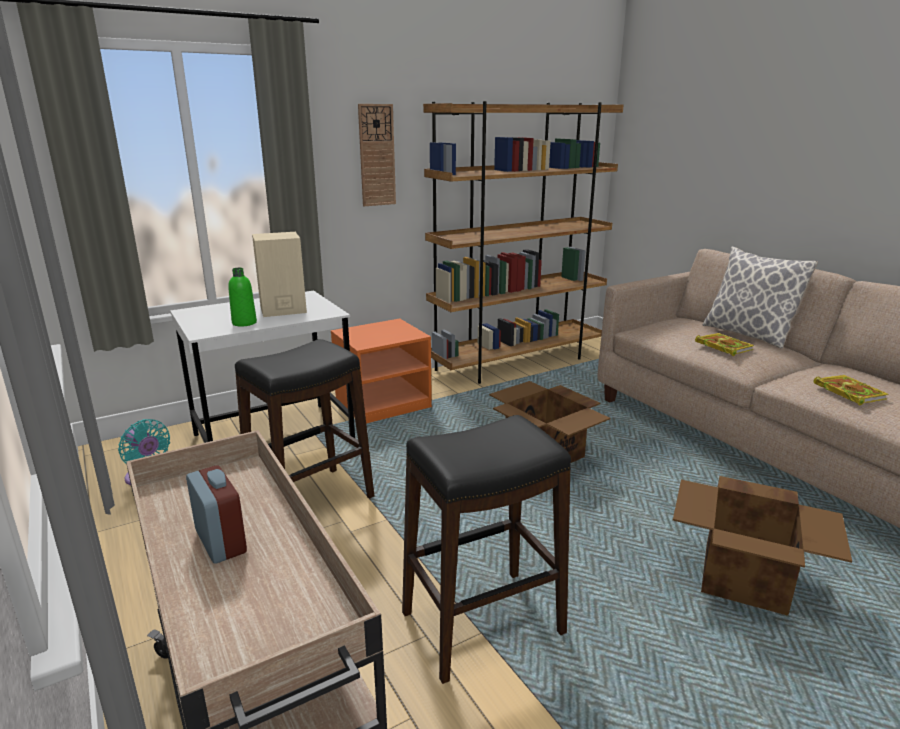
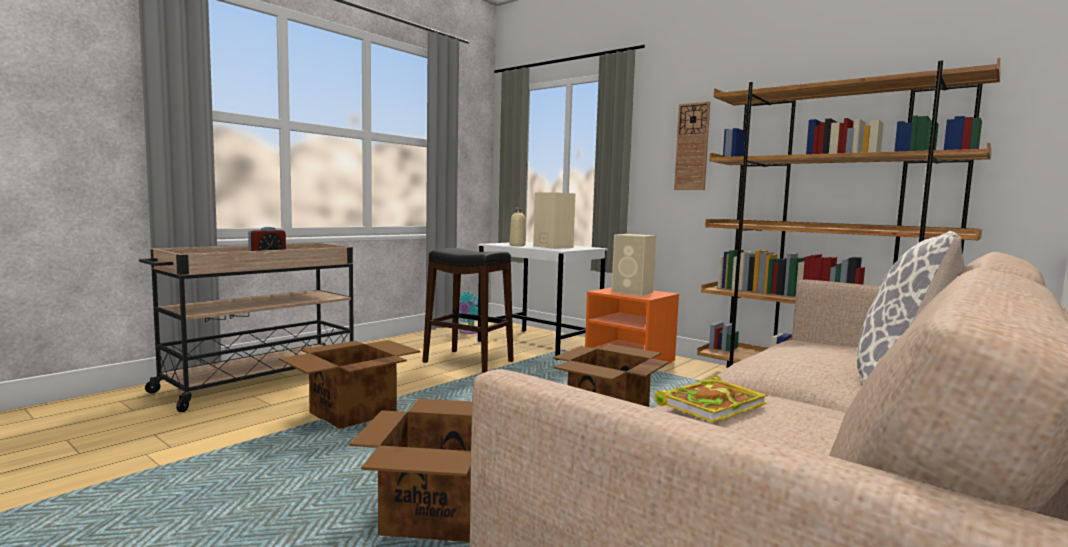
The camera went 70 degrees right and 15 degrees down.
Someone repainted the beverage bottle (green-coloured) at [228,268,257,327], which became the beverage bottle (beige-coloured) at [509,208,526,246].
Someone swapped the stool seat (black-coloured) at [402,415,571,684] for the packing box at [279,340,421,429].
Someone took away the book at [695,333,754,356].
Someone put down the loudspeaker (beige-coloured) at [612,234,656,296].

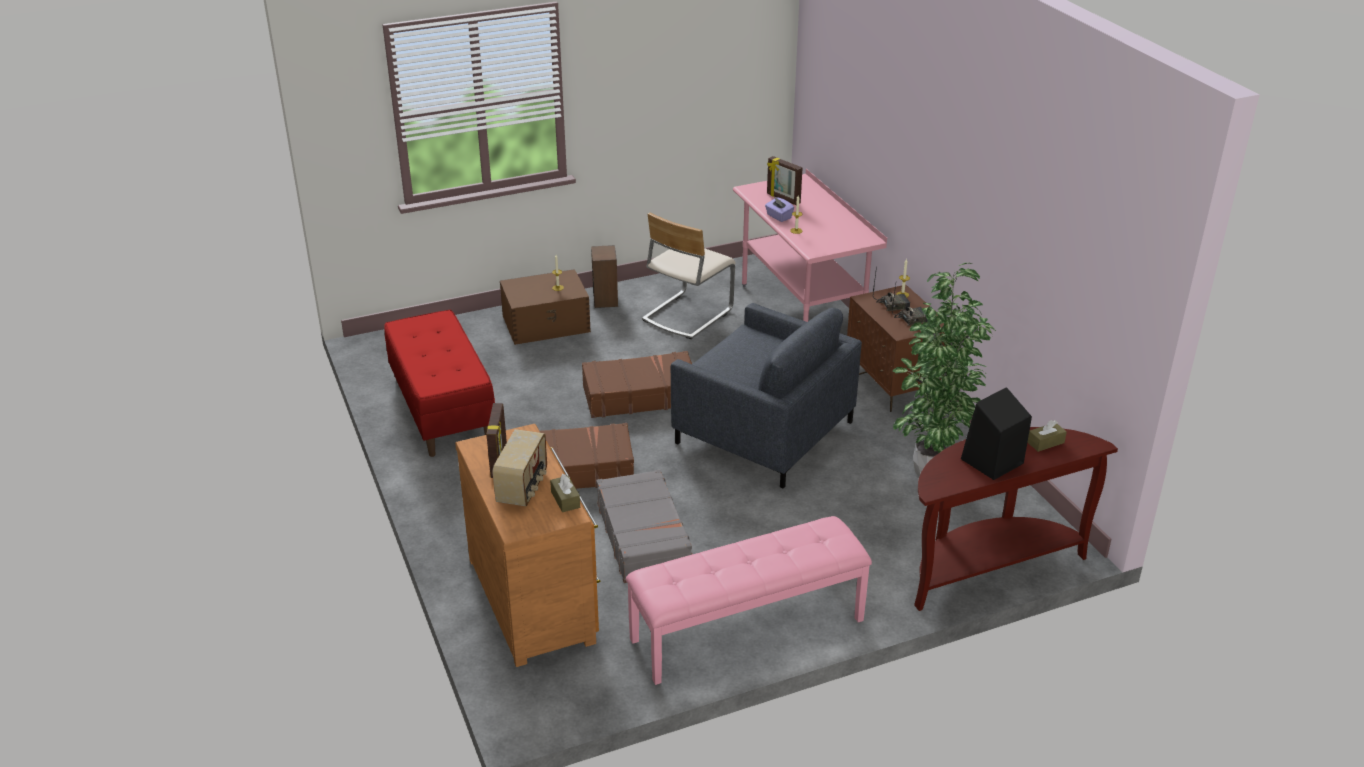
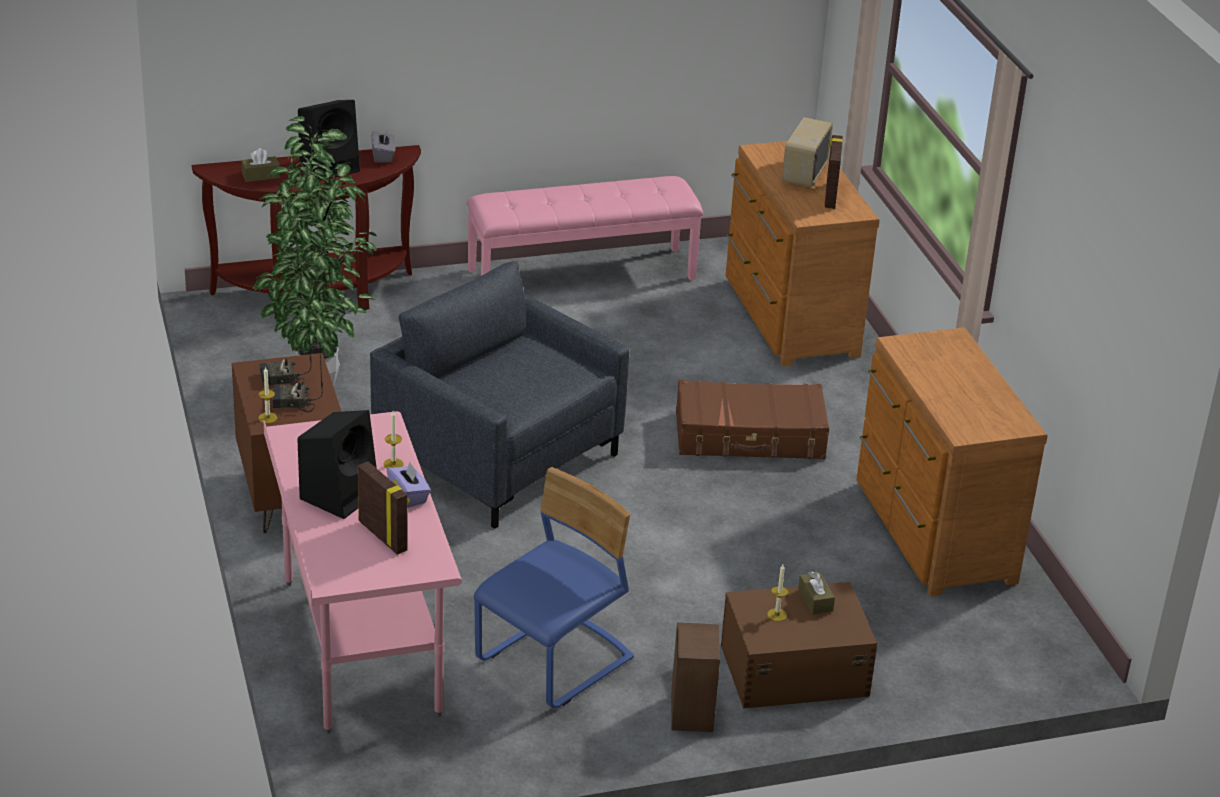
The camera went 175 degrees left and 0 degrees up.
Someone swapped the indoor bench (reddish) at [384,310,495,457] for the chest of drawers (brown-coloured) at [856,327,1048,597].
Someone carried the tissue box (brown-coloured) from [550,474,580,512] to [798,571,835,615].
Someone took away the suitcase (brown-coloured) at [582,351,692,418].
Someone took away the suitcase (greyish) at [596,470,693,583].
Someone repainted the upright chair (beige-coloured) at [642,213,736,339], which became the upright chair (bluish) at [474,467,634,709].
Someone put down the loudspeaker (black-coloured) at [297,410,377,519].
Someone put down the tissue box (greyish) at [372,128,396,163].

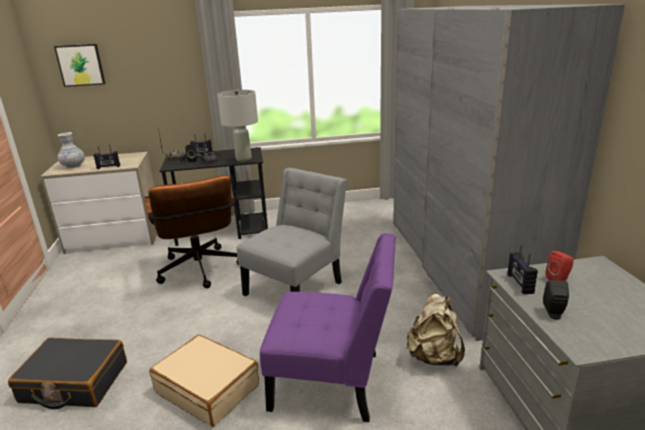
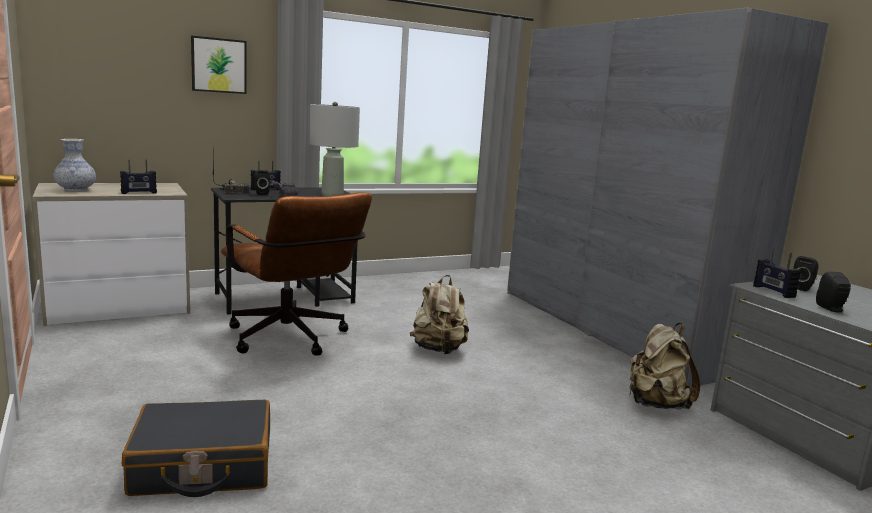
The camera went 20 degrees left and 10 degrees down.
Someone carried the wall art from [54,44,105,87] to [191,36,247,94].
Someone took away the suitcase (beige-coloured) at [149,335,259,427].
Someone swapped the upright chair (greyish) at [237,168,347,296] for the knapsack (beige-coloured) at [410,275,469,354].
Someone took away the upright chair (purple-coloured) at [260,233,396,422].
Someone repainted the loudspeaker (reddish) at [546,251,574,281], which became the loudspeaker (black-coloured) at [793,256,819,291].

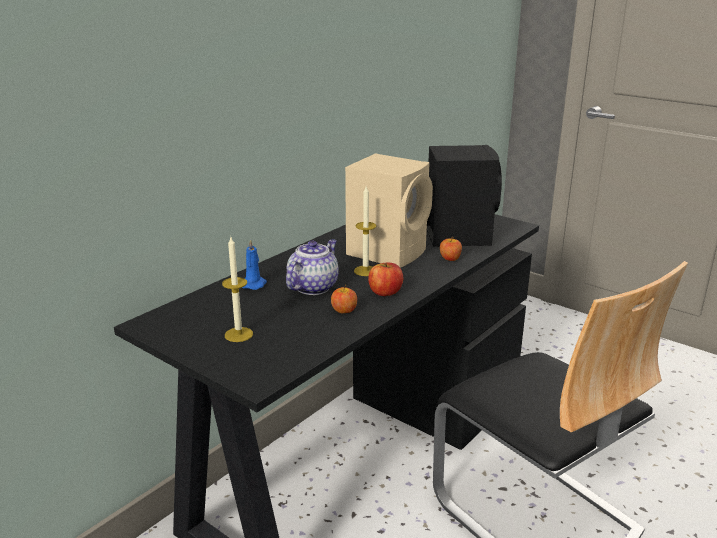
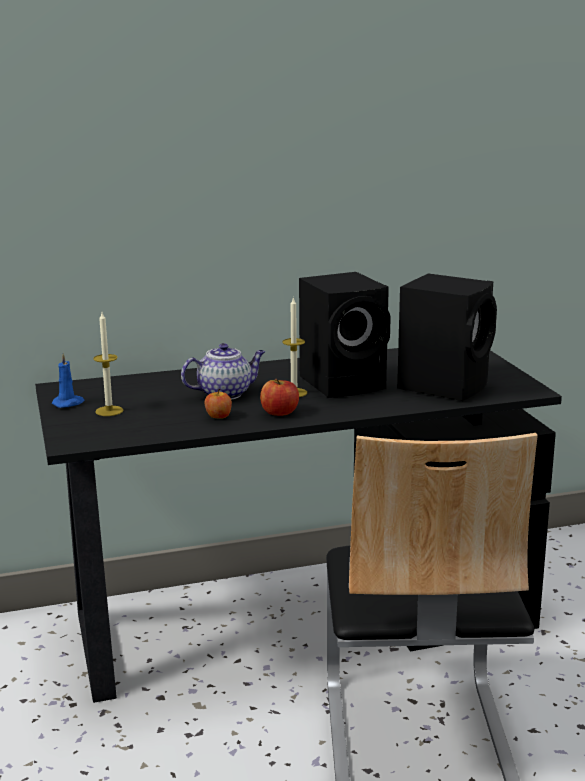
The camera went 35 degrees right and 5 degrees down.
Someone carried the candle (bluish) from [242,239,267,290] to [52,353,85,408].
Someone repainted the loudspeaker (beige-coloured) at [345,154,433,268], which became the loudspeaker (black-coloured) at [299,272,391,398].
Someone took away the apple at [440,237,462,261].

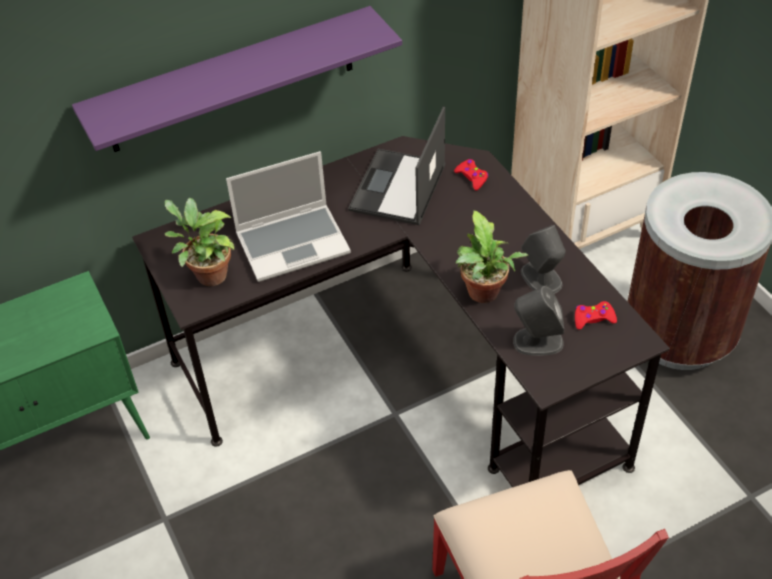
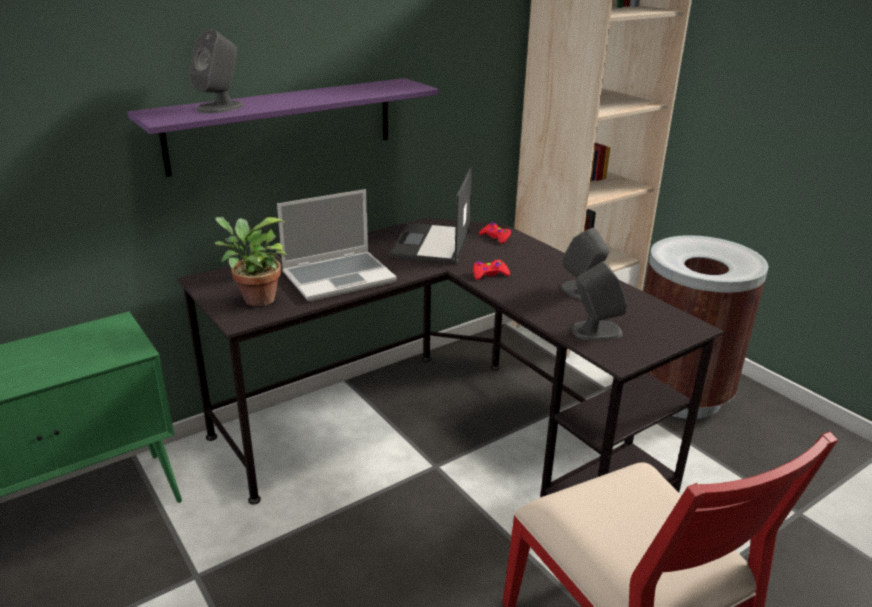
The camera went 10 degrees left and 20 degrees down.
Someone took away the potted plant at [455,210,528,303].
Someone carried the game controller (reddish) from [575,301,617,330] to [473,260,510,280].
Someone put down the loudspeaker (greyish) at [189,29,244,114].

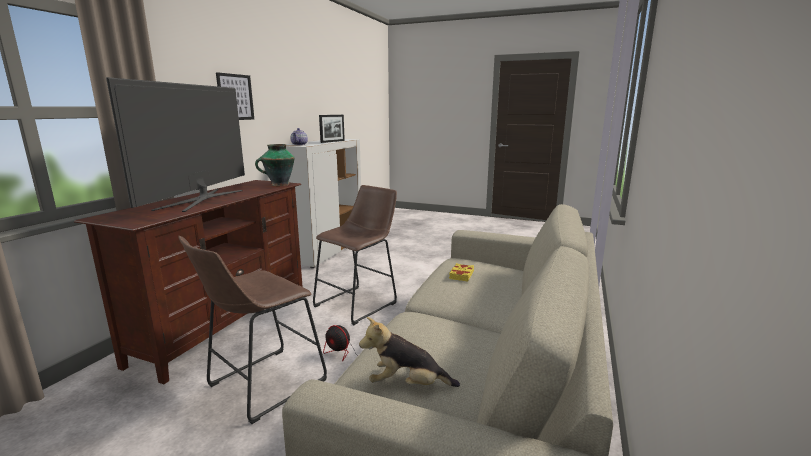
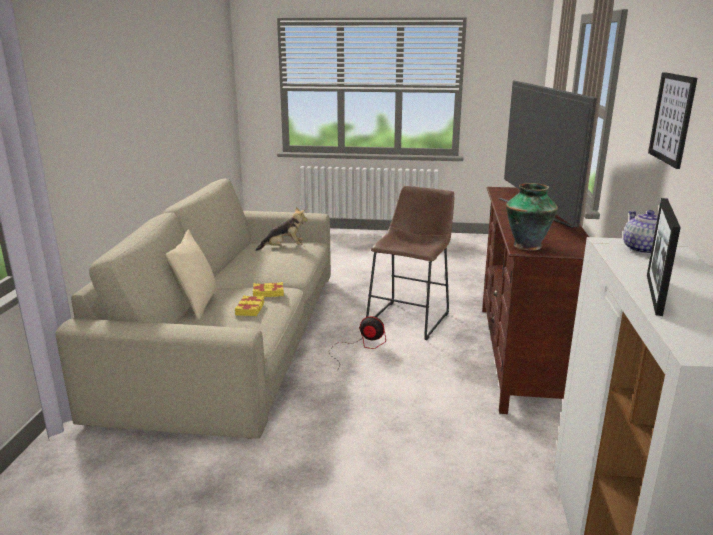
The camera went 165 degrees right and 5 degrees up.
Someone took away the stool seat (brown-coloured) at [313,185,397,325].
Someone put down the pillow (beige-coloured) at [166,229,217,320].
Someone put down the book (yellow) at [253,282,284,297].

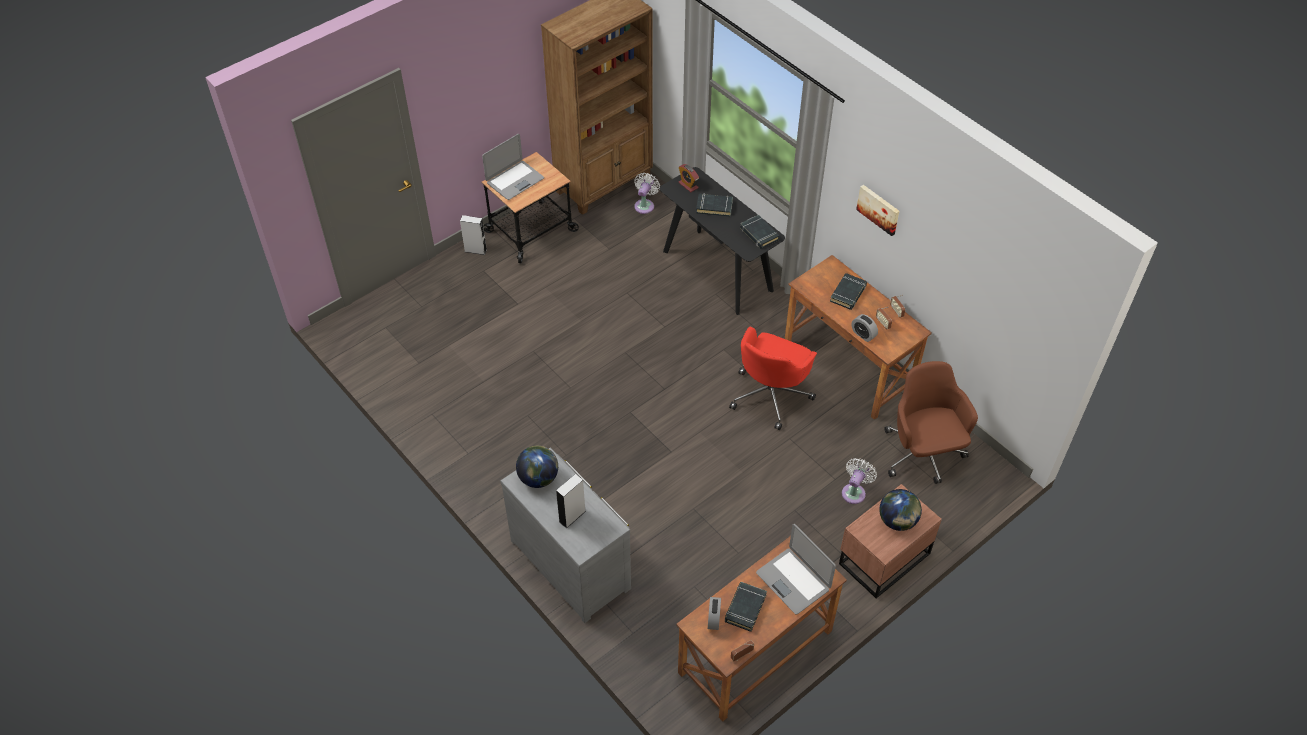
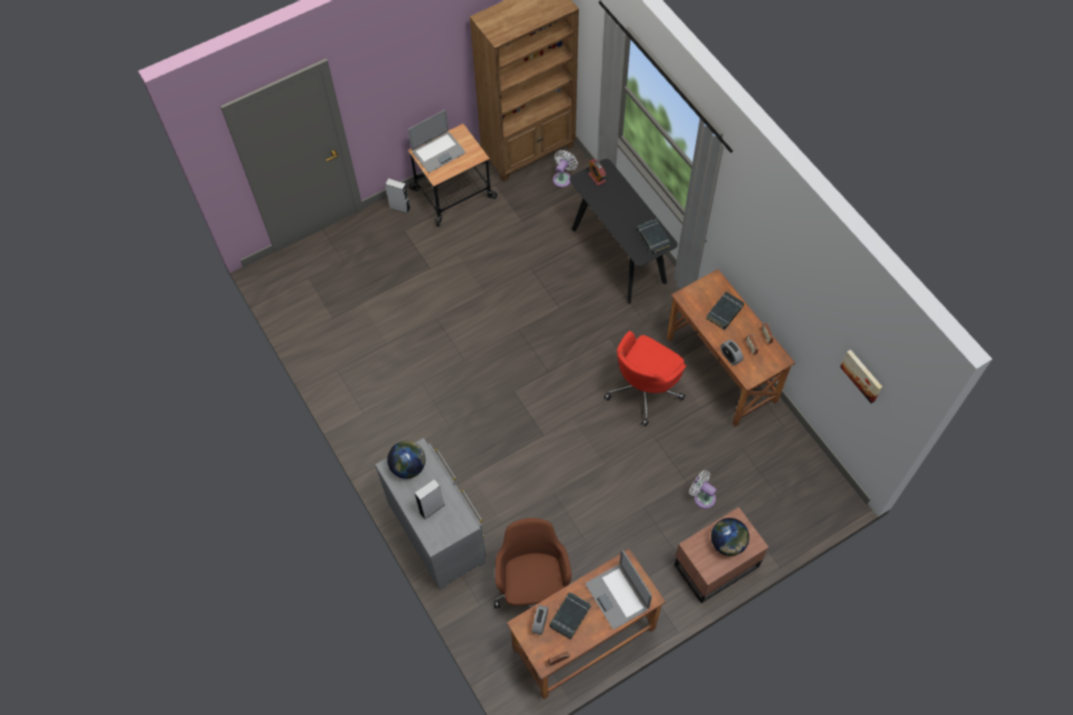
The camera went 10 degrees right and 10 degrees up.
Someone took away the book (black-coloured) at [696,193,733,217].
Someone rotated the electric fan (whitish) at [842,458,877,504] by 90 degrees counterclockwise.
Someone carried the wall art from [856,185,900,236] to [840,350,882,404].
Someone carried the office chair (brown-coloured) from [884,361,978,484] to [494,518,572,608].

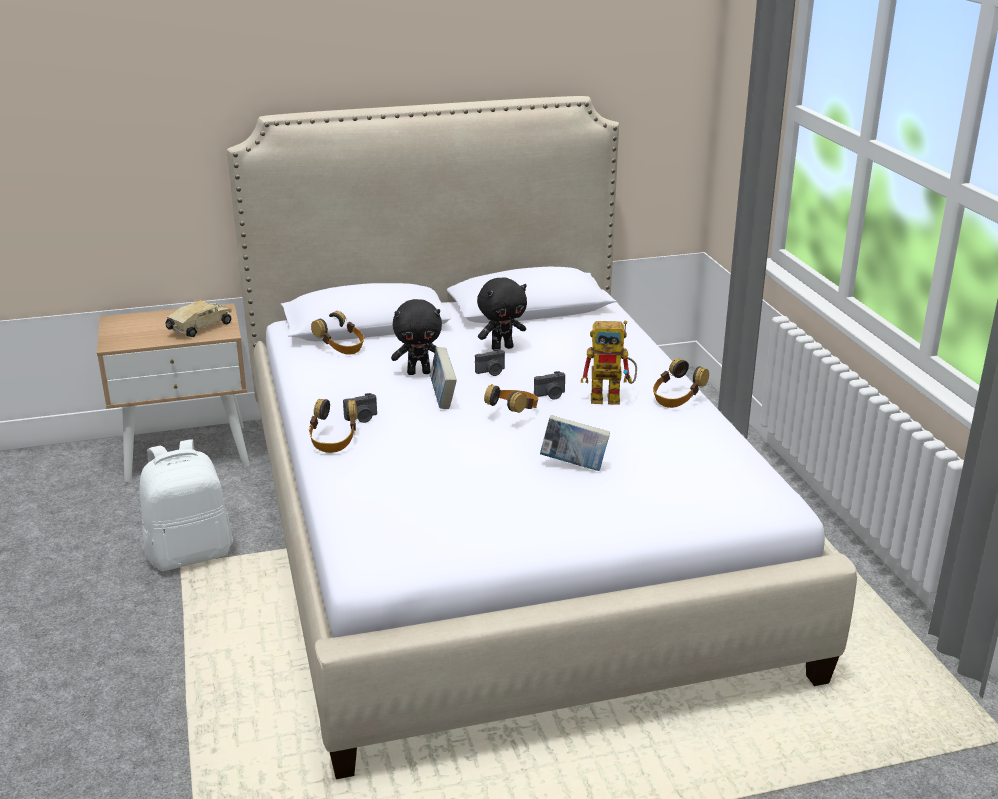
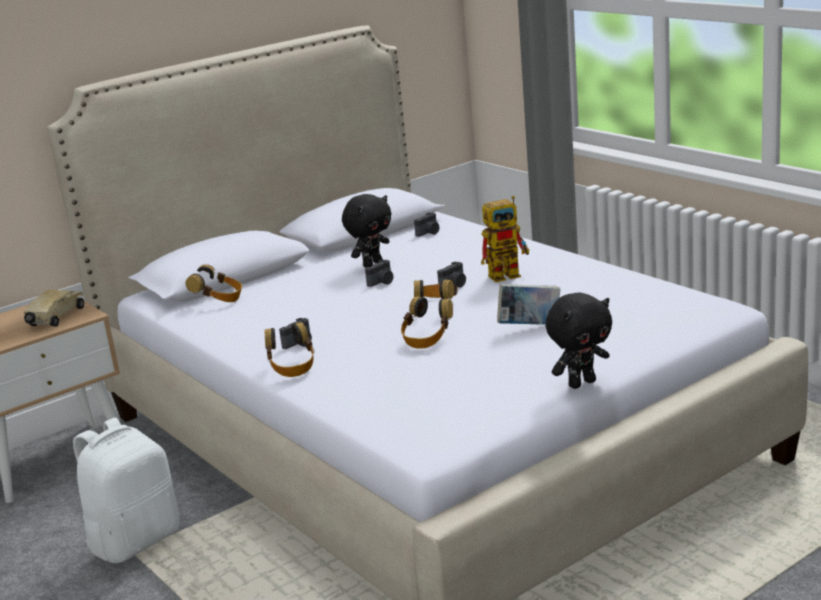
The camera went 20 degrees left and 5 degrees down.
Someone carried the soft toy (black-coloured) from [391,299,442,375] to [545,292,612,389].
Someone took away the book at [430,347,457,409].
Someone carried the headset from [653,358,709,408] to [401,296,453,349].
Someone put down the photo camera at [414,212,439,237].

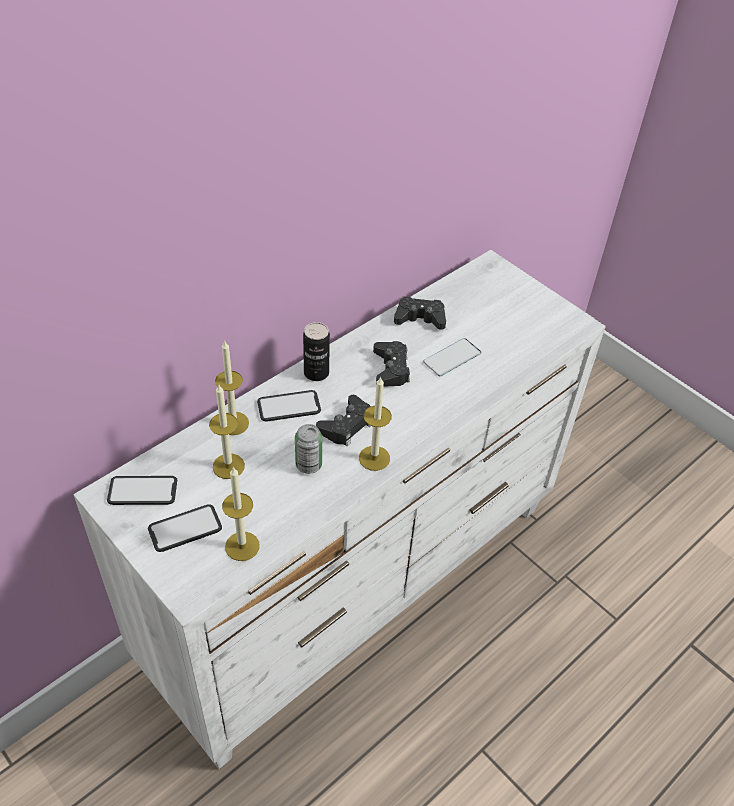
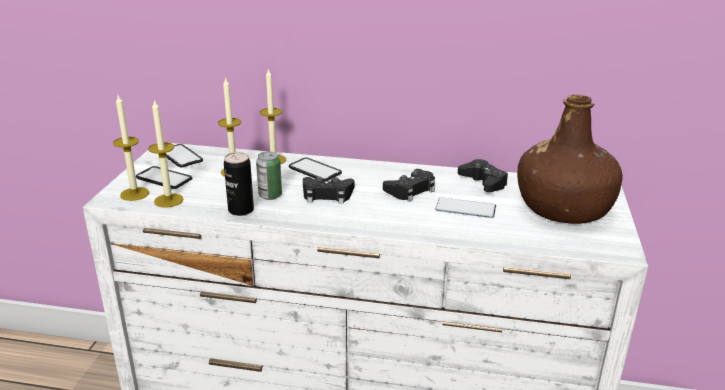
The camera went 55 degrees right and 20 degrees down.
Someone carried the metal can from [303,322,330,381] to [224,152,254,216].
Someone carried the candle from [359,376,392,471] to [113,95,149,201].
Someone put down the beverage bottle (brown-coloured) at [517,95,623,224].

